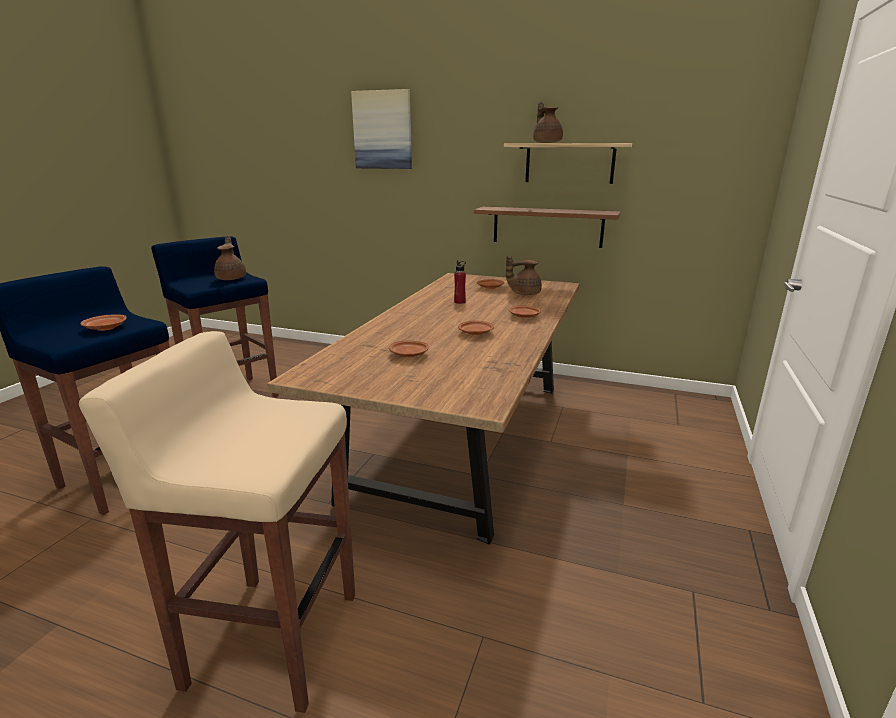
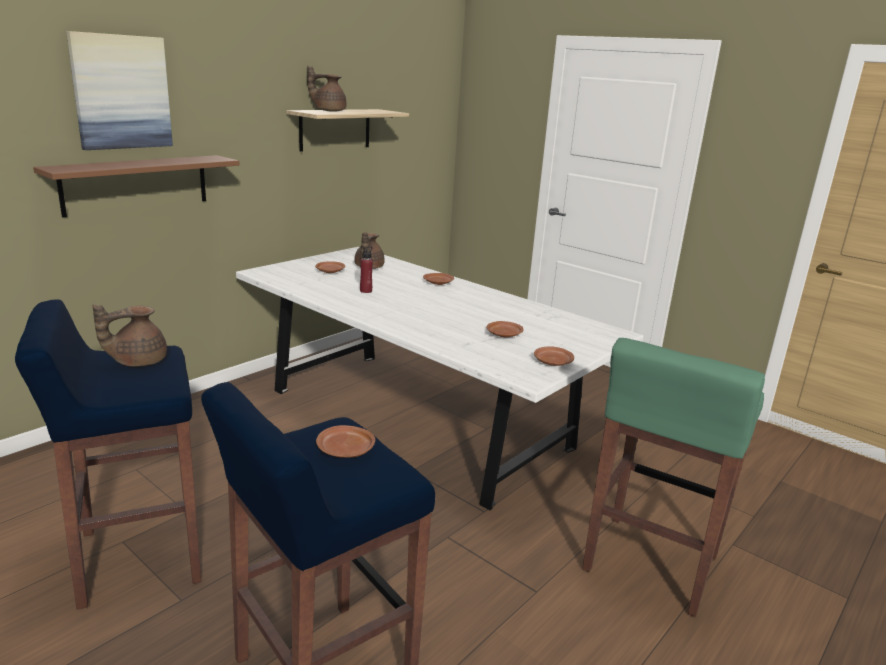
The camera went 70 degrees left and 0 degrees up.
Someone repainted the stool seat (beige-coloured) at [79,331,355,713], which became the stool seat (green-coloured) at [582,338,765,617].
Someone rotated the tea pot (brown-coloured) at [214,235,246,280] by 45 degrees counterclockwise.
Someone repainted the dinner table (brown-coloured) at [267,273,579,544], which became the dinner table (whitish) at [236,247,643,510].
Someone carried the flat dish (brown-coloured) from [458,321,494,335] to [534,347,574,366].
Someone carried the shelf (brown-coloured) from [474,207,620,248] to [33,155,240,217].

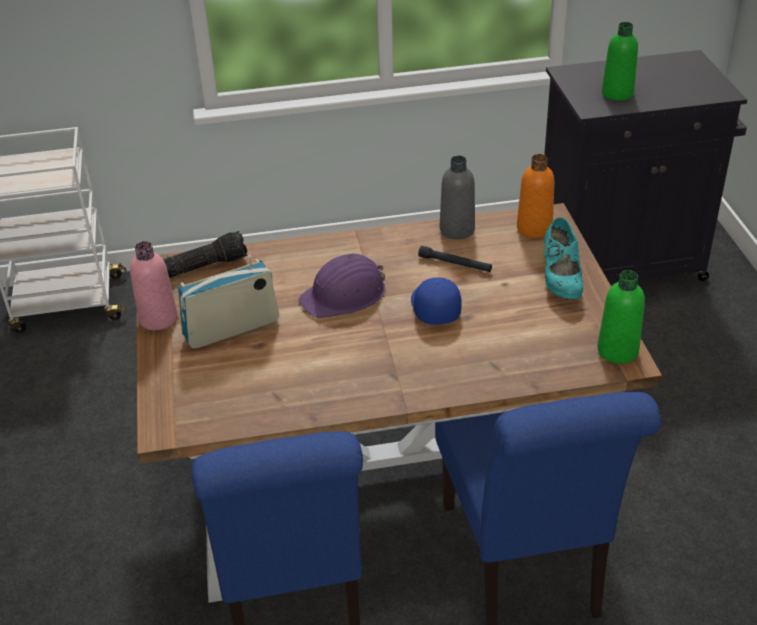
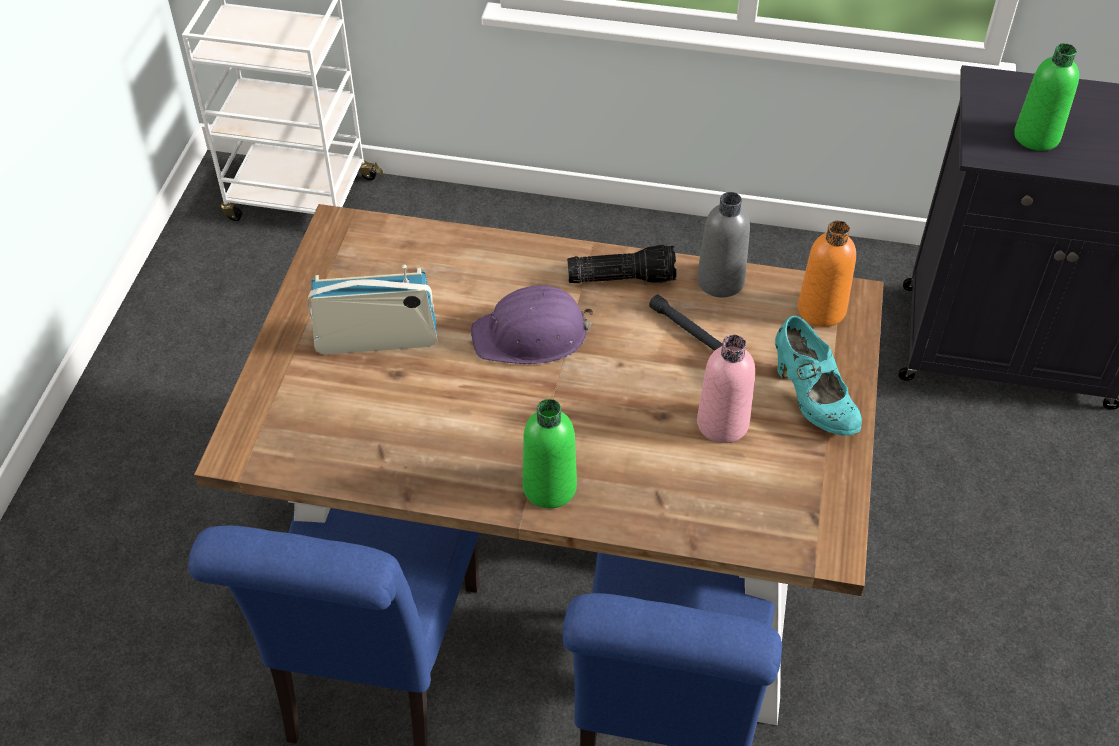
The camera went 20 degrees right and 10 degrees up.
Someone carried the beverage bottle (pink) from [130,241,178,331] to [697,335,755,443].
Someone carried the hand torch from [163,231,248,278] to [567,244,677,284].
Someone took away the baseball cap (bluish) at [411,277,461,325].
Someone rotated the shoe (turquoise) at [543,217,583,300] by 45 degrees counterclockwise.
Someone carried the beverage bottle (green-coloured) from [597,270,645,364] to [522,399,577,509].

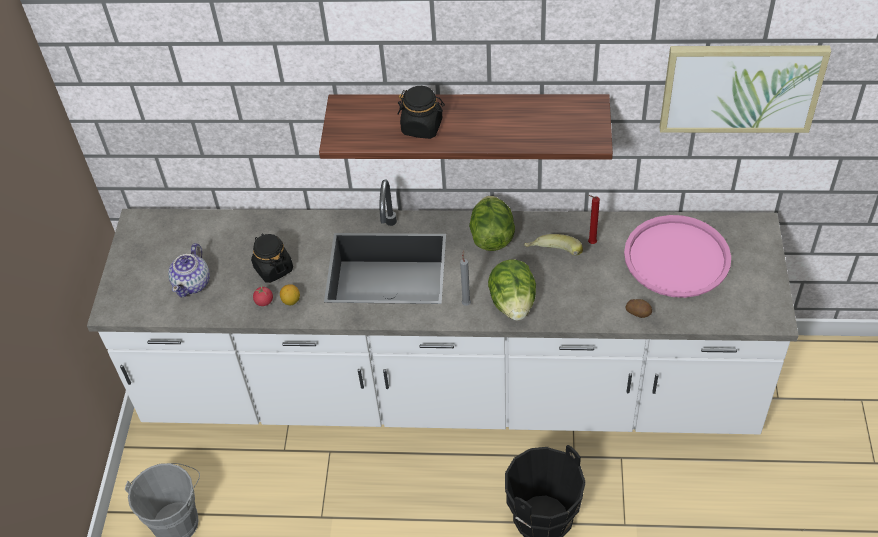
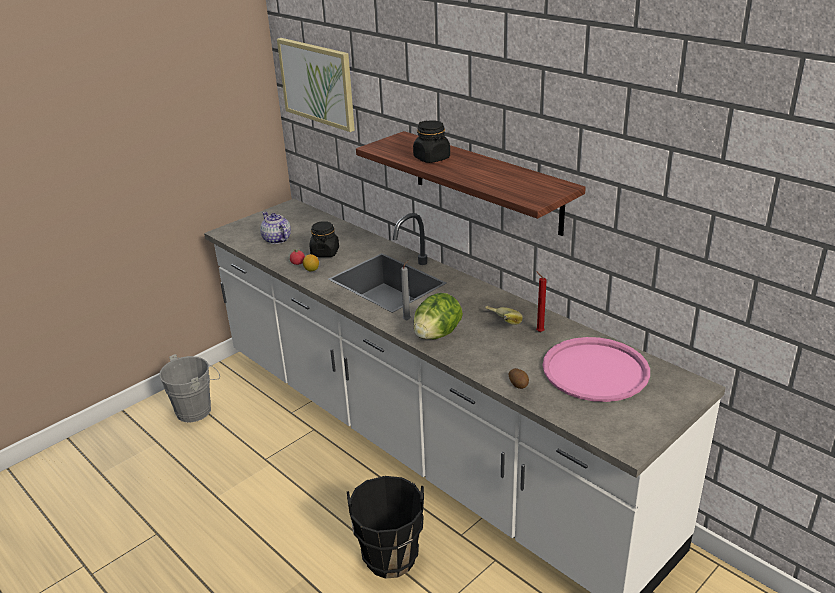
The camera went 40 degrees right and 20 degrees down.
Someone rotated the tea pot at [168,243,210,297] by 90 degrees clockwise.
Someone took away the head of lettuce at [469,196,515,251].
Someone carried the wall art from [660,45,831,133] to [277,38,355,132].

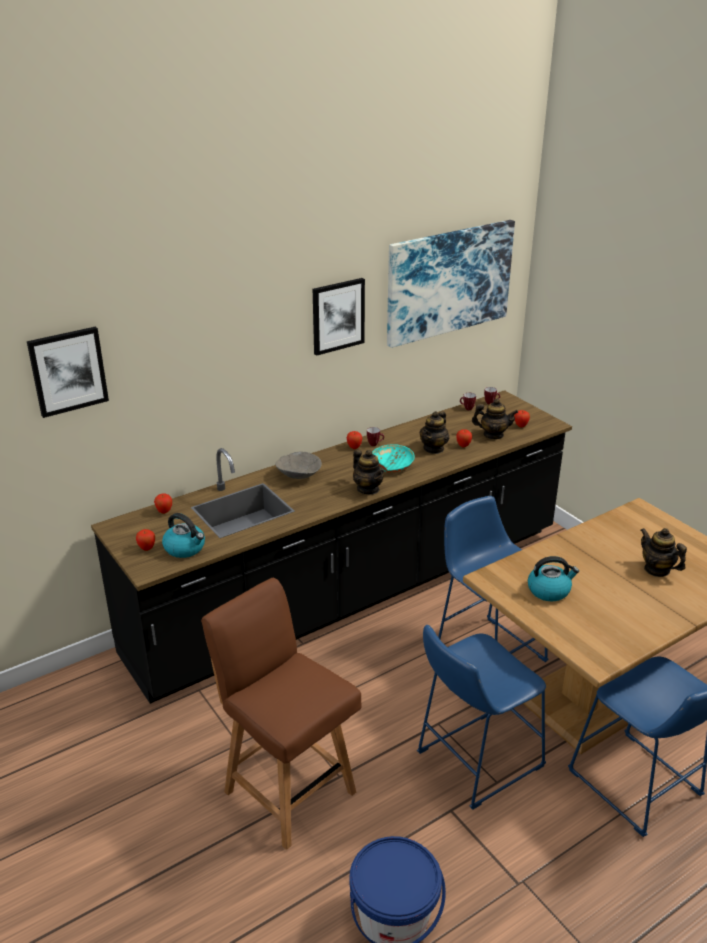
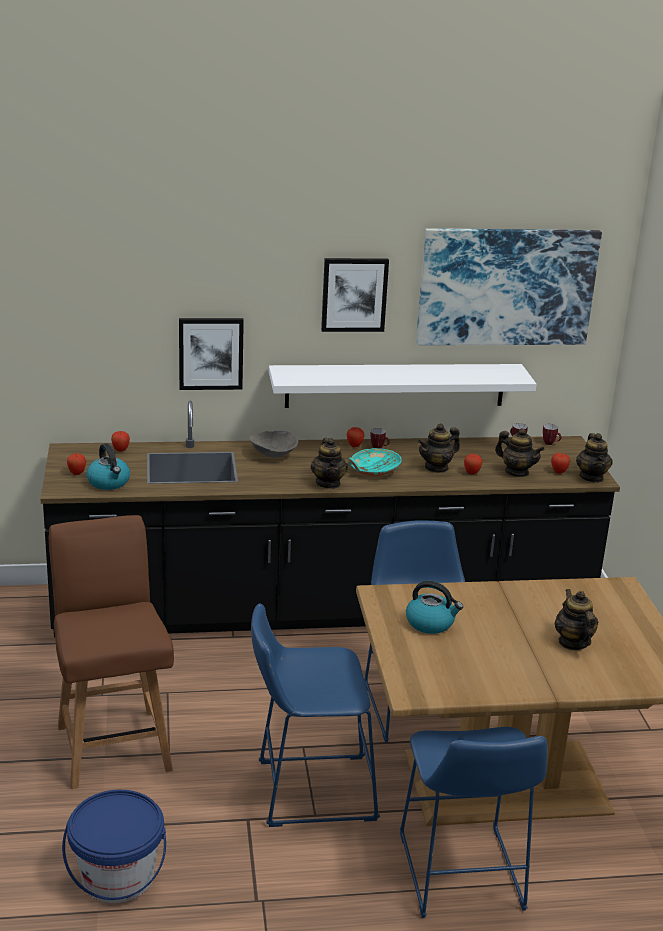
The camera went 25 degrees right and 5 degrees down.
Someone carried the wall art from [27,326,109,418] to [179,318,244,390].
Someone put up the shelf (whitish) at [269,364,536,408].
Someone put down the tea pot at [576,433,613,483].

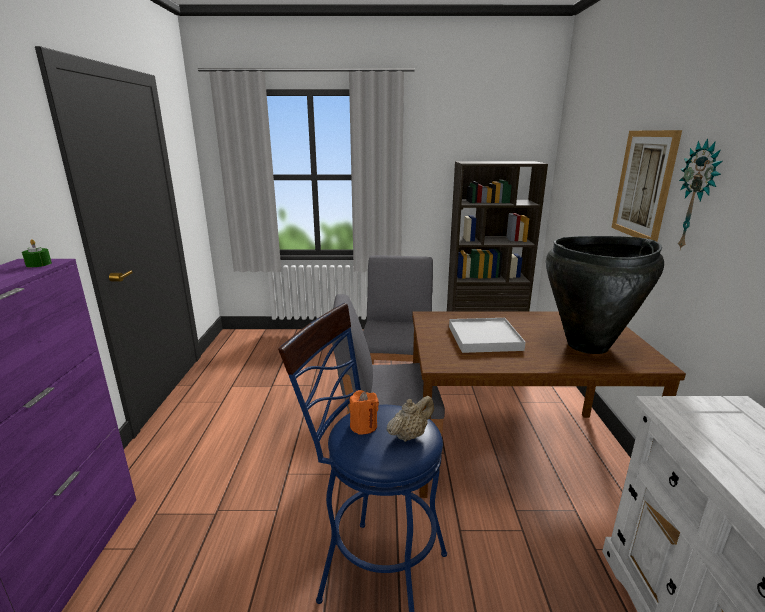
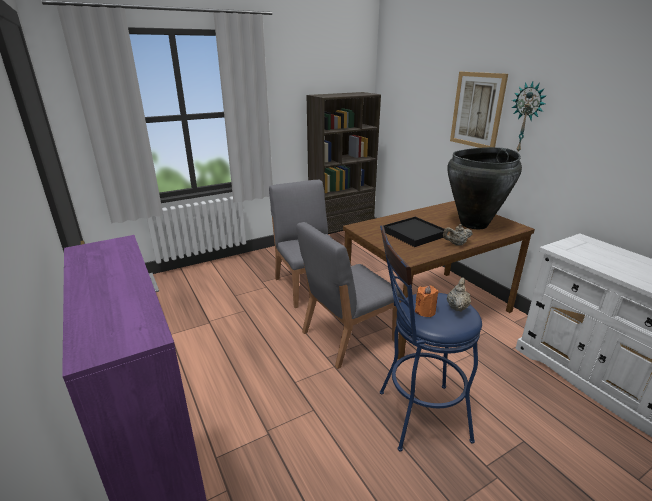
The camera went 30 degrees left and 5 degrees up.
Someone took away the candle (green-coloured) at [22,239,52,267].
Someone repainted the carrying tray (whitish) at [449,318,526,353], which became the carrying tray (black-coloured) at [384,217,445,247].
Someone put down the tea pot (beige-coloured) at [443,224,473,246].

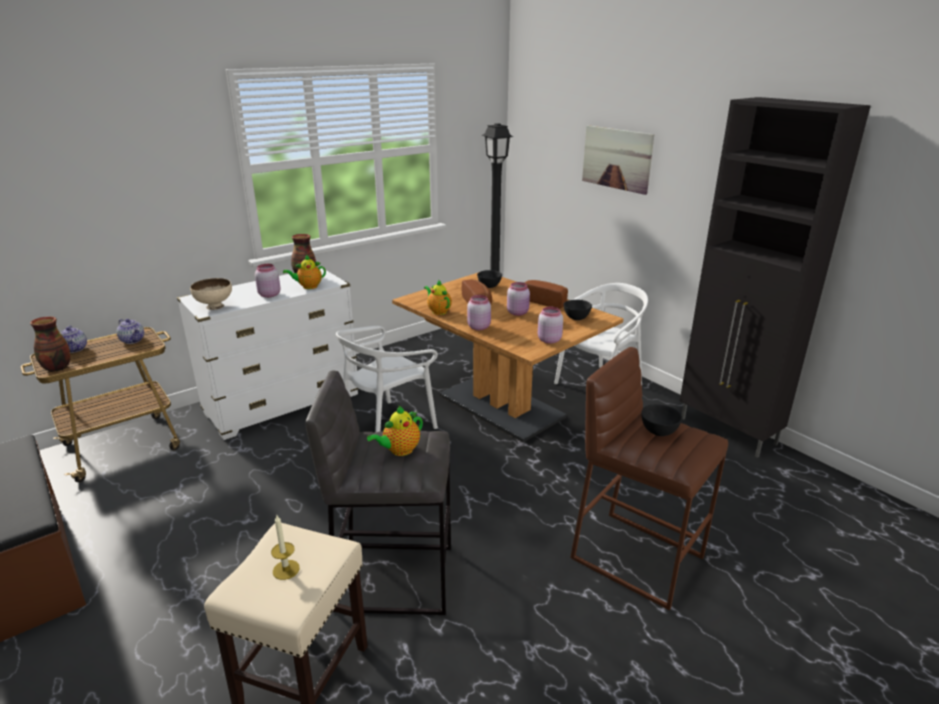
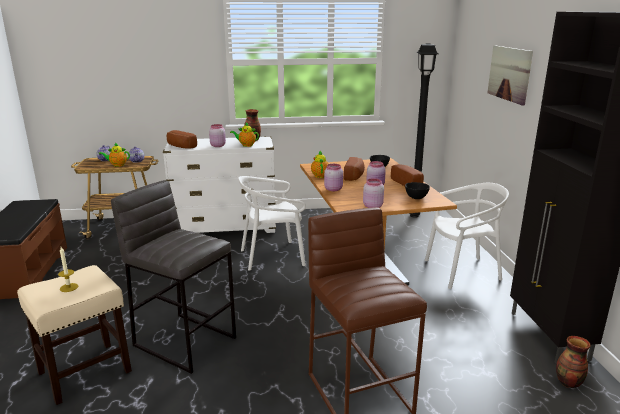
The camera went 30 degrees right and 5 degrees down.
Someone carried the flower vase from [30,317,70,372] to [556,336,591,388].
Someone swapped the bowl (beige-coloured) at [190,278,232,310] for the bakery bread at [167,130,197,149].
Someone carried the tea pot from [367,406,423,456] to [99,143,130,167].
Someone took away the bowl (black-coloured) at [641,405,682,436].

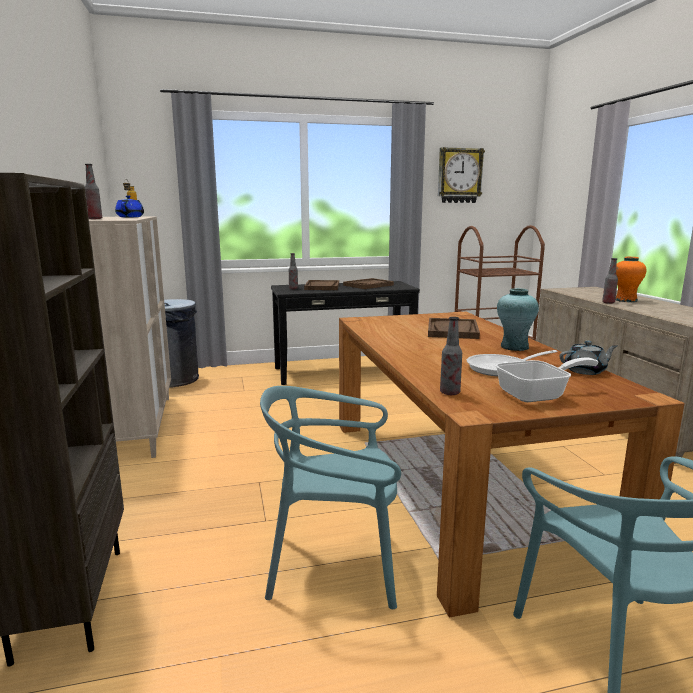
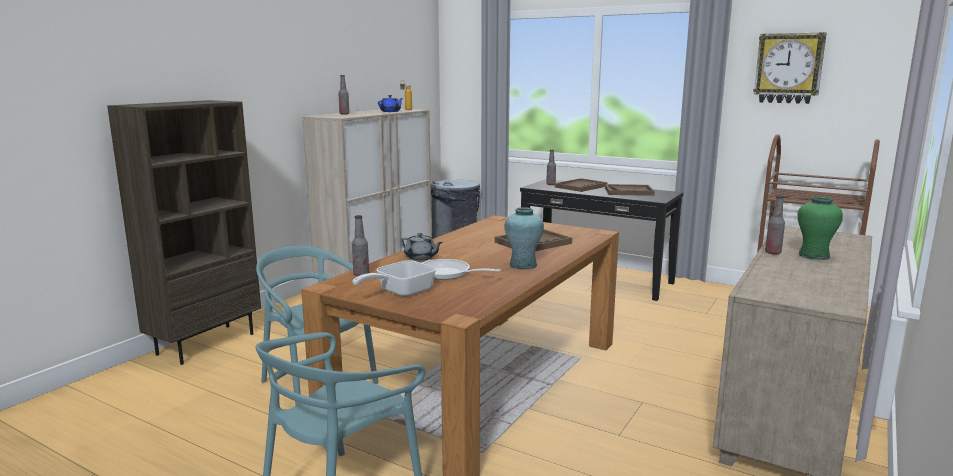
The camera went 45 degrees right and 0 degrees up.
Someone rotated the skillet at [496,357,598,402] by 105 degrees clockwise.
Someone carried the tea pot (greyish) from [560,341,617,375] to [401,233,443,261].
Someone repainted the flower vase (orange-coloured) at [615,257,647,302], which became the flower vase (green-coloured) at [797,197,843,260].

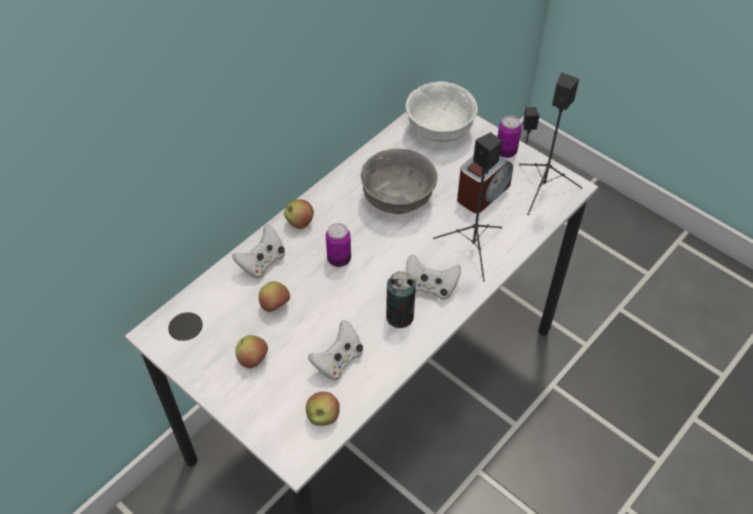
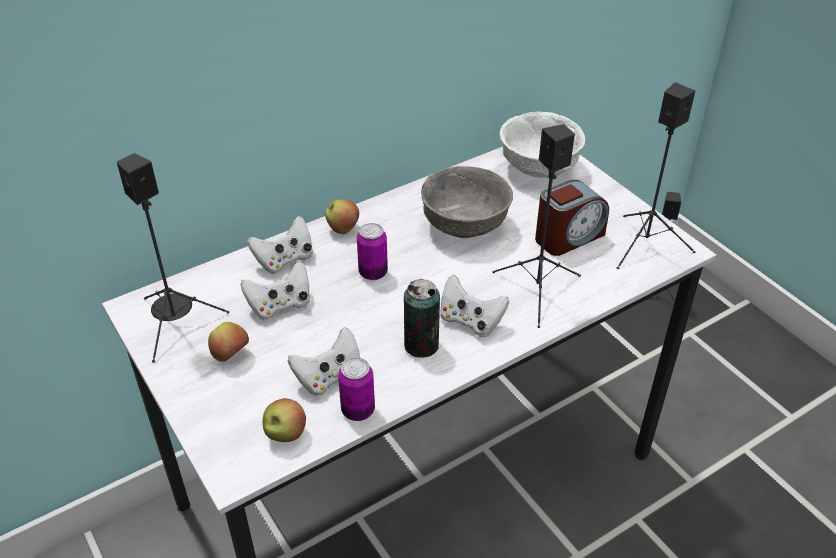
The camera went 15 degrees right and 10 degrees down.
Someone swapped the apple at [259,281,290,312] for the game controller (whitish) at [241,261,310,320].
Someone carried the metal can from [497,116,522,158] to [338,357,375,421].
Someone put down the loudspeaker (black-coloured) at [117,153,230,363].

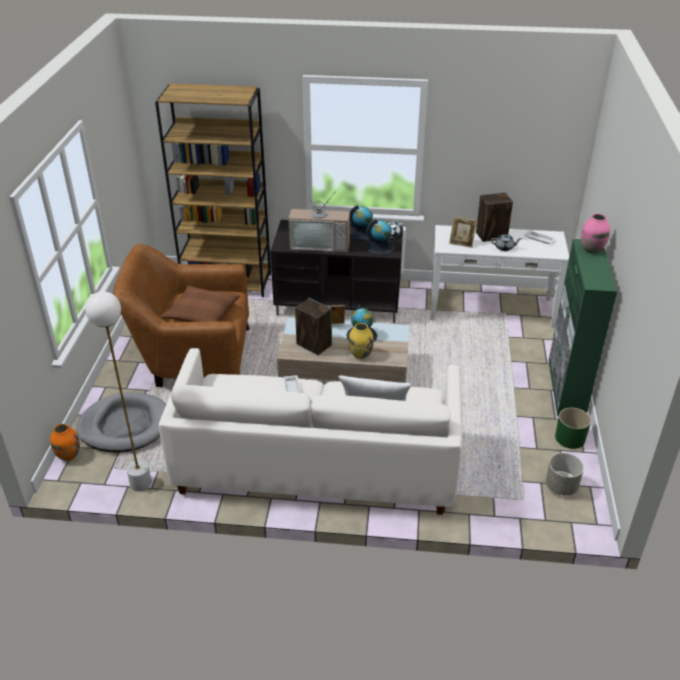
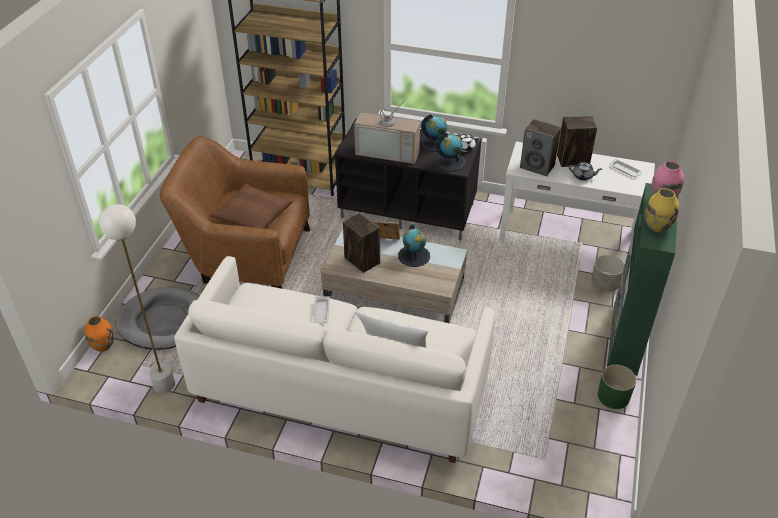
The camera went 10 degrees right and 5 degrees up.
Someone carried the flower vase (yellow) from [348,323,374,359] to [645,188,679,232].
Someone swapped the picture frame at [449,216,477,248] for the loudspeaker at [520,119,561,176].
Someone carried the plant pot (greyish) from [546,453,584,496] to [591,255,624,292].

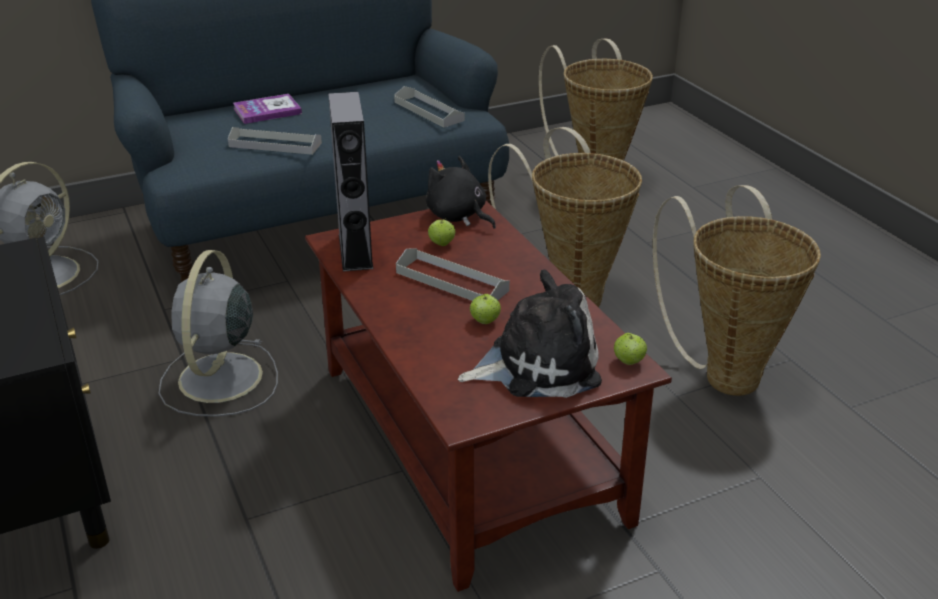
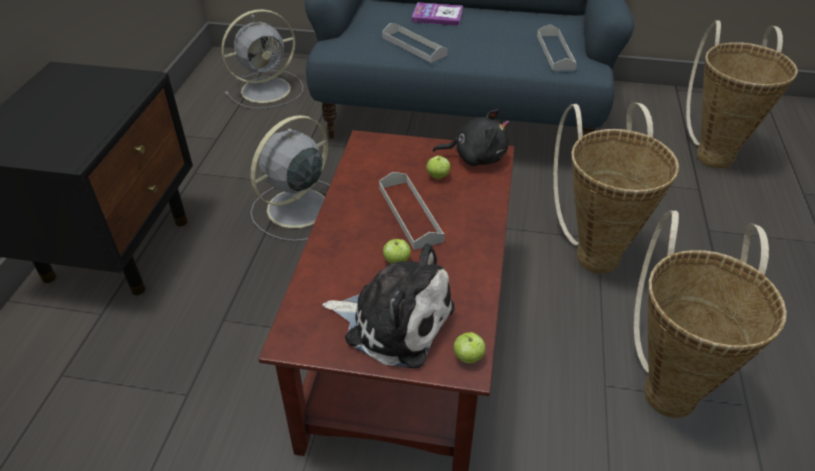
The camera went 35 degrees right and 10 degrees up.
Someone took away the loudspeaker (greyish) at [328,92,374,272].
Someone rotated the soft toy (black-coloured) at [426,156,496,229] by 105 degrees clockwise.

